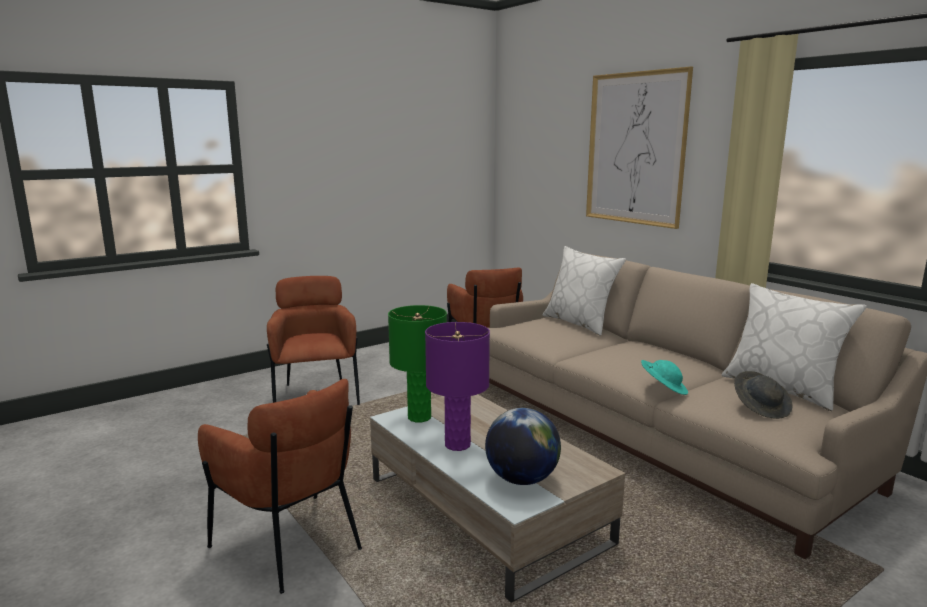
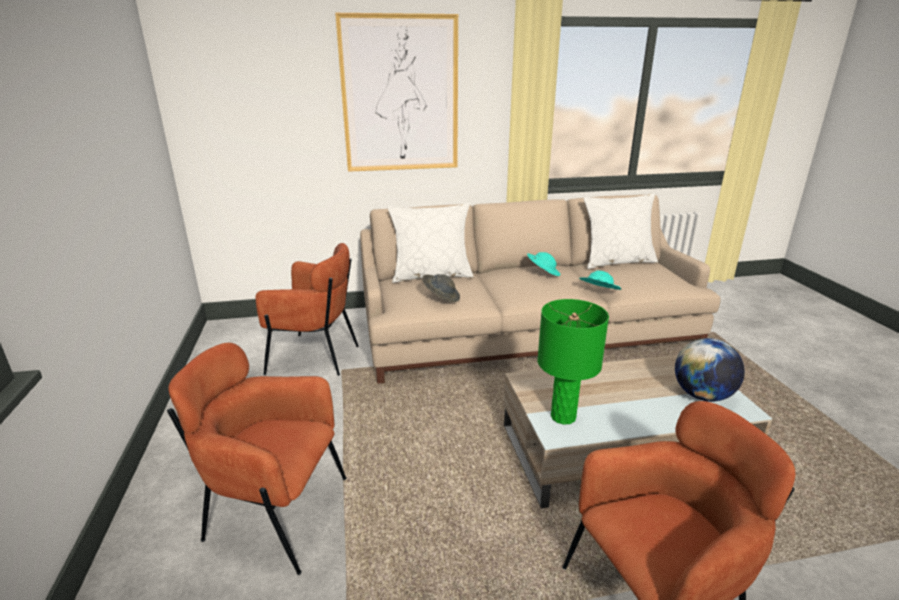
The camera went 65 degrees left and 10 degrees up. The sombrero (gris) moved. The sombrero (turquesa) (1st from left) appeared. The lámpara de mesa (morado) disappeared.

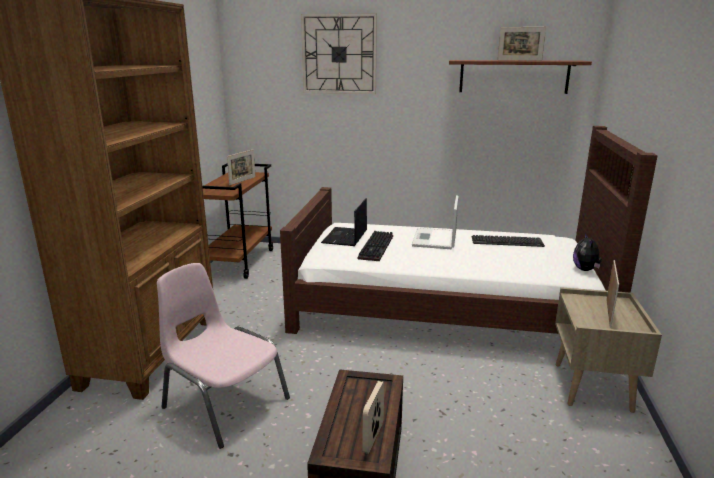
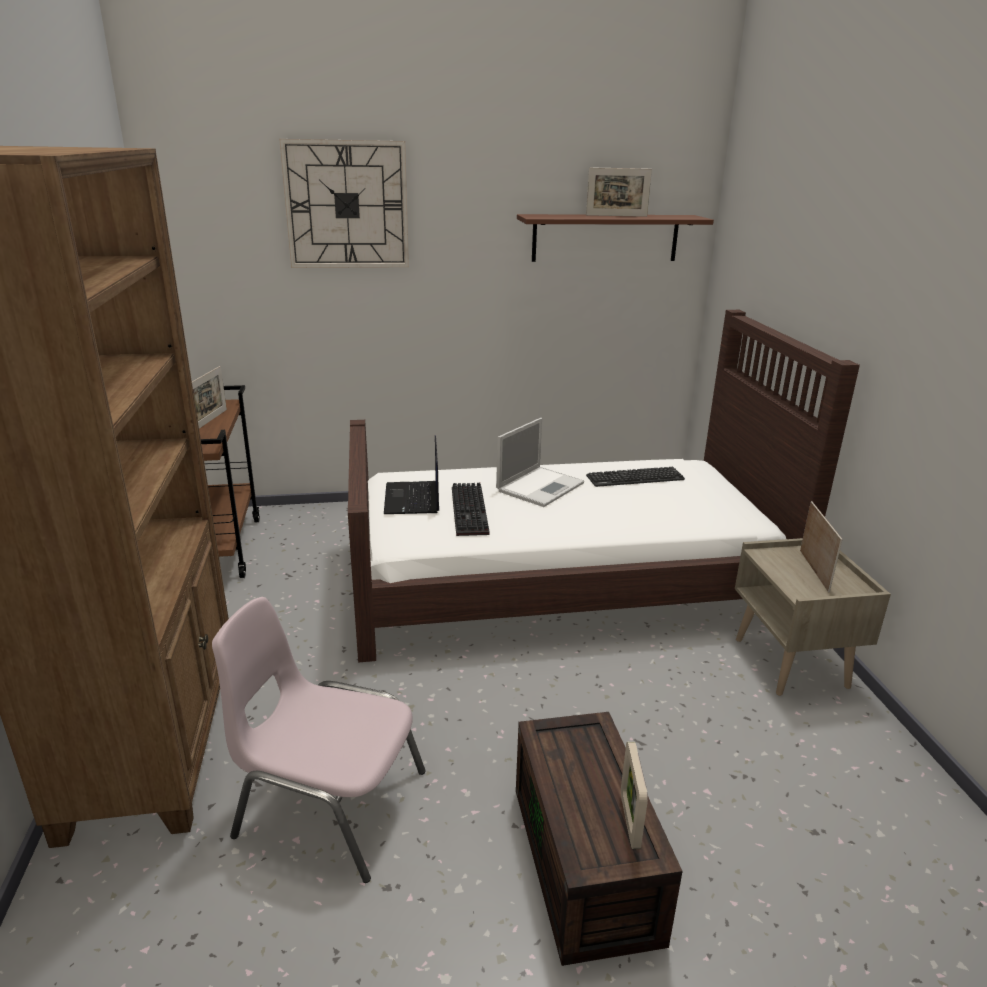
The camera went 20 degrees left and 5 degrees up. The portátil (2nd from left) turned 135 degrees counterclockwise. The peluche disappeared.

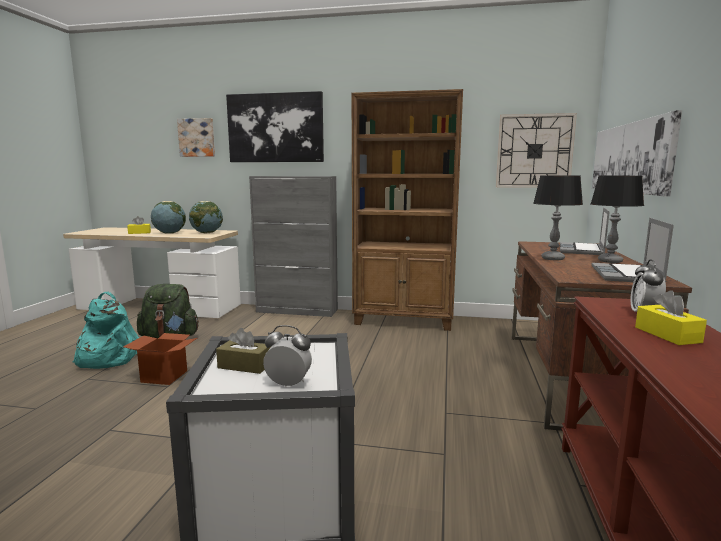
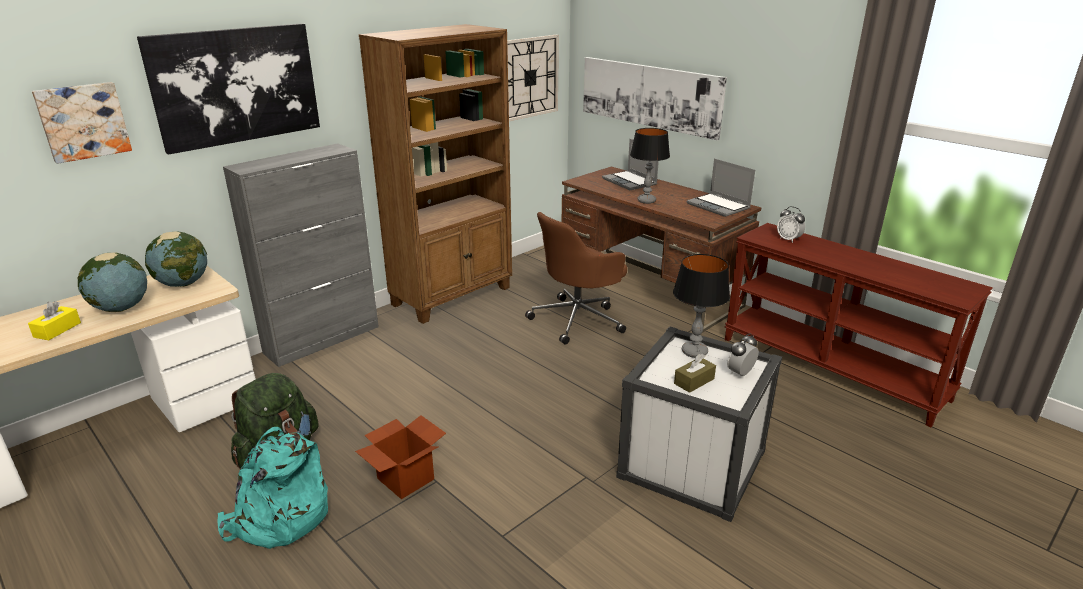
The camera went 55 degrees left and 15 degrees up. The silla de oficina (marrón) appeared. The lámpara de mesa (2nd from left) moved. The caja de pañuelos (amarillo) (2nd from left) disappeared.

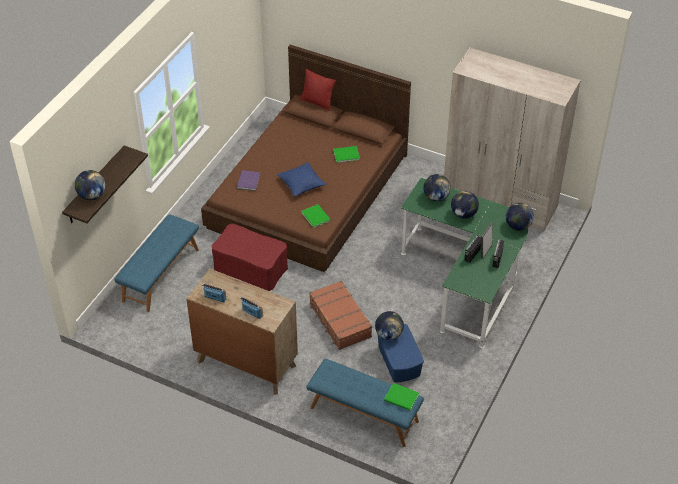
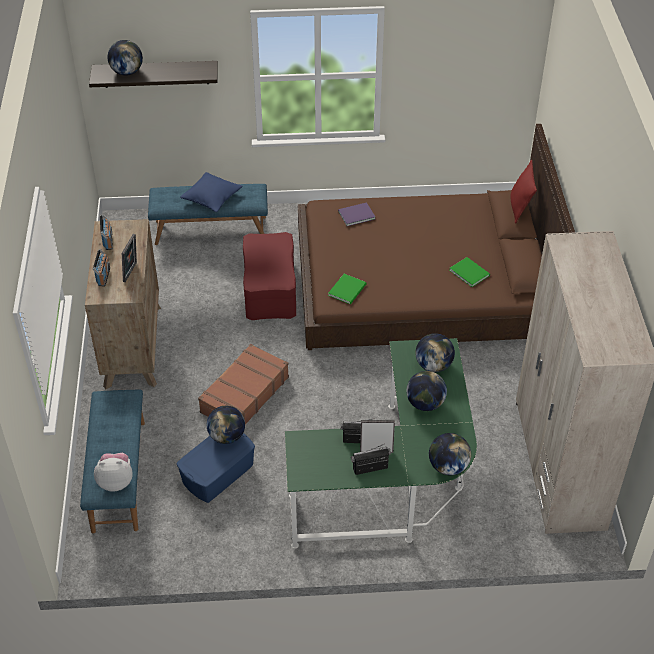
The camera went 60 degrees right and 0 degrees up. The libro (verde) (3rd from left) was replaced by the peluche. The portarretratos (1st from left) appeared. The cojín (azul) moved.

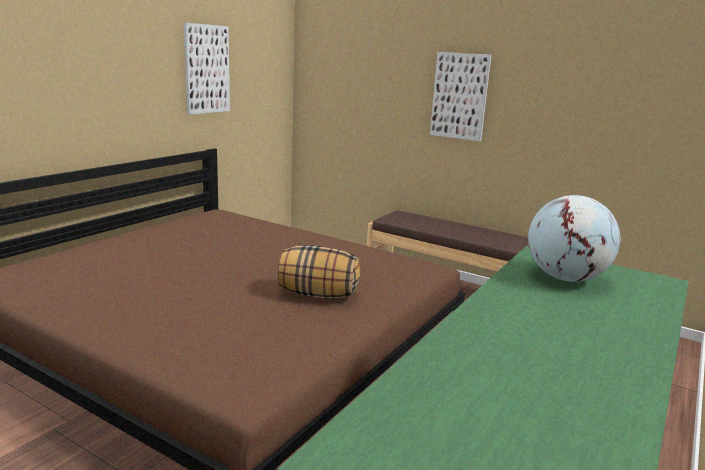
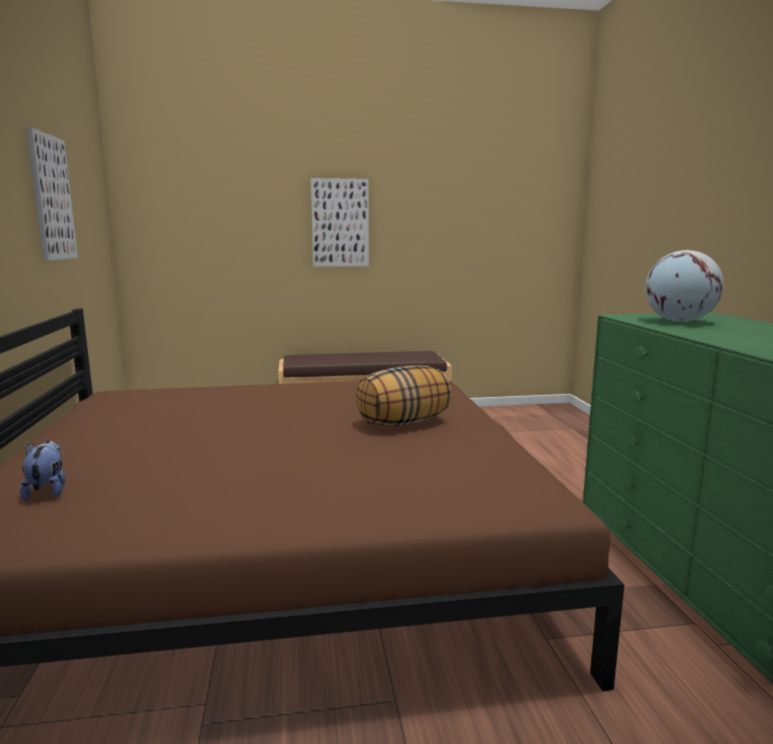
The camera went 40 degrees left and 5 degrees down. The peluche appeared.

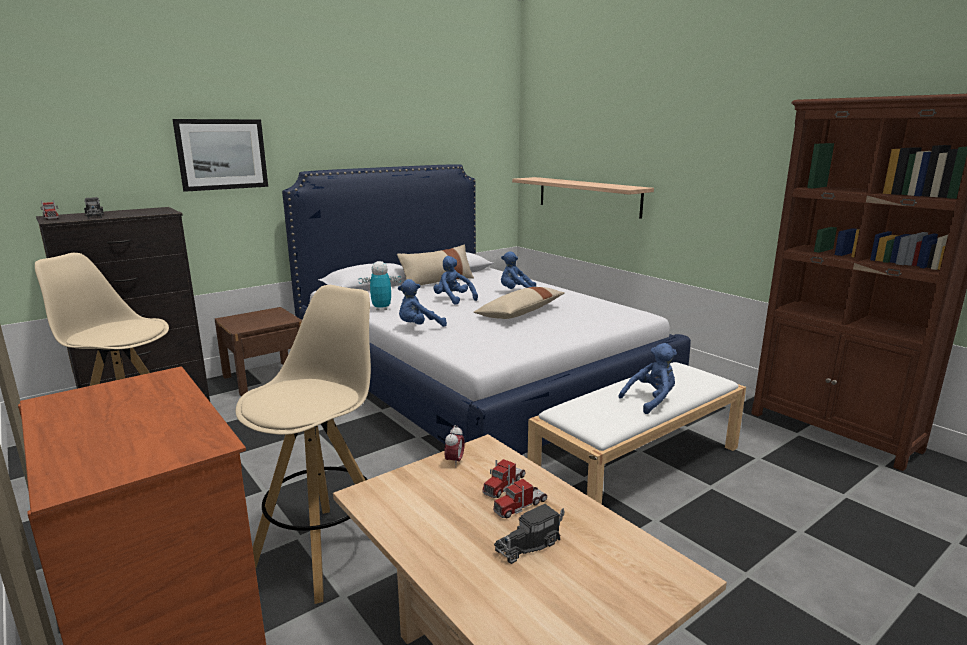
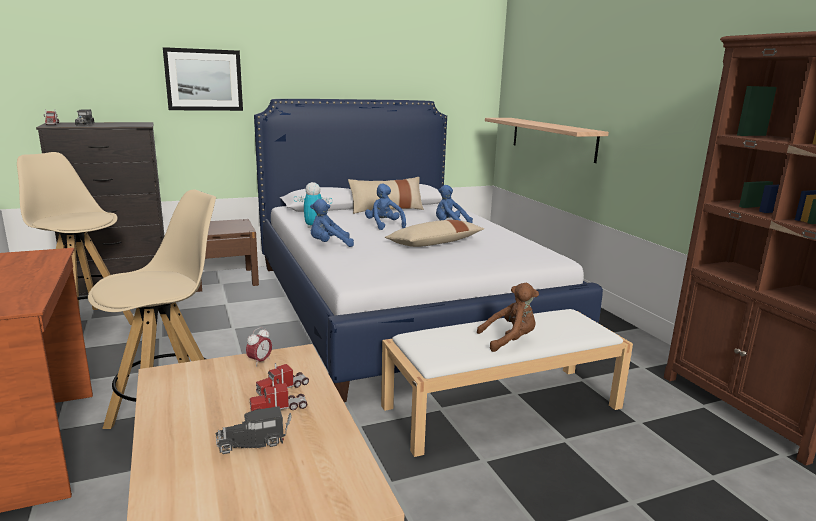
The camera went 15 degrees right and 0 degrees up. The peluche (azul) (4th from left) became the peluche (marrón).

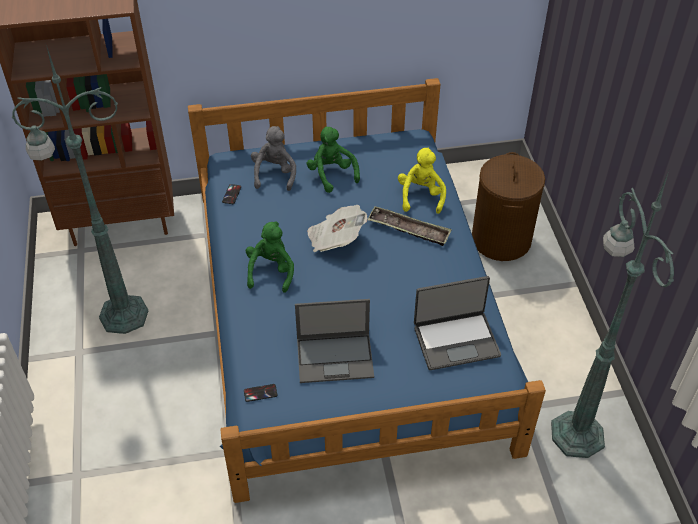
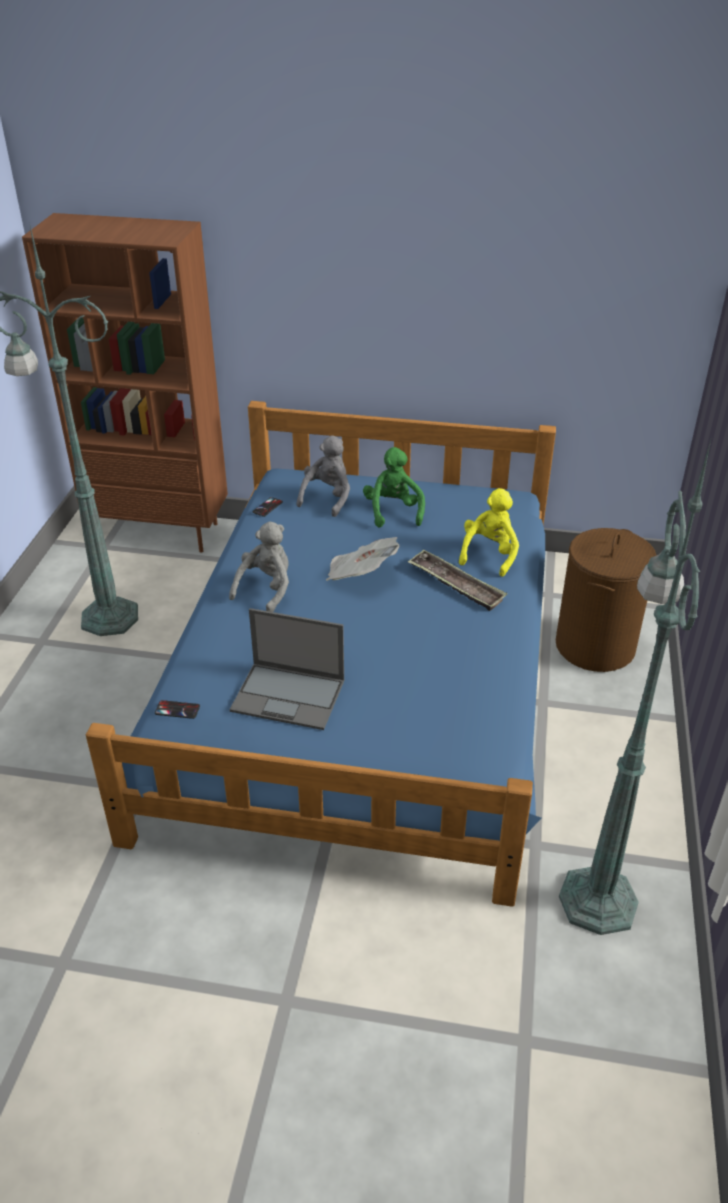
The camera went 20 degrees right and 10 degrees down. The peluche (verde) (1st from left) became the peluche (gris) (1st from left). The portátil (2nd from left) disappeared.

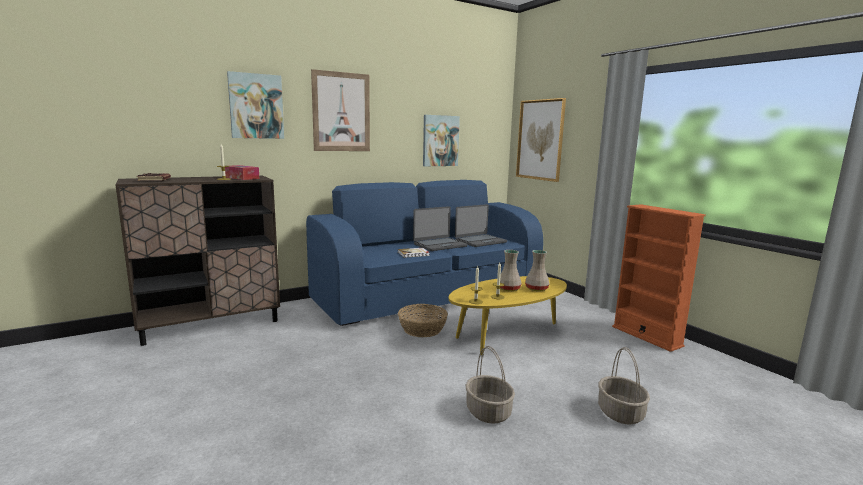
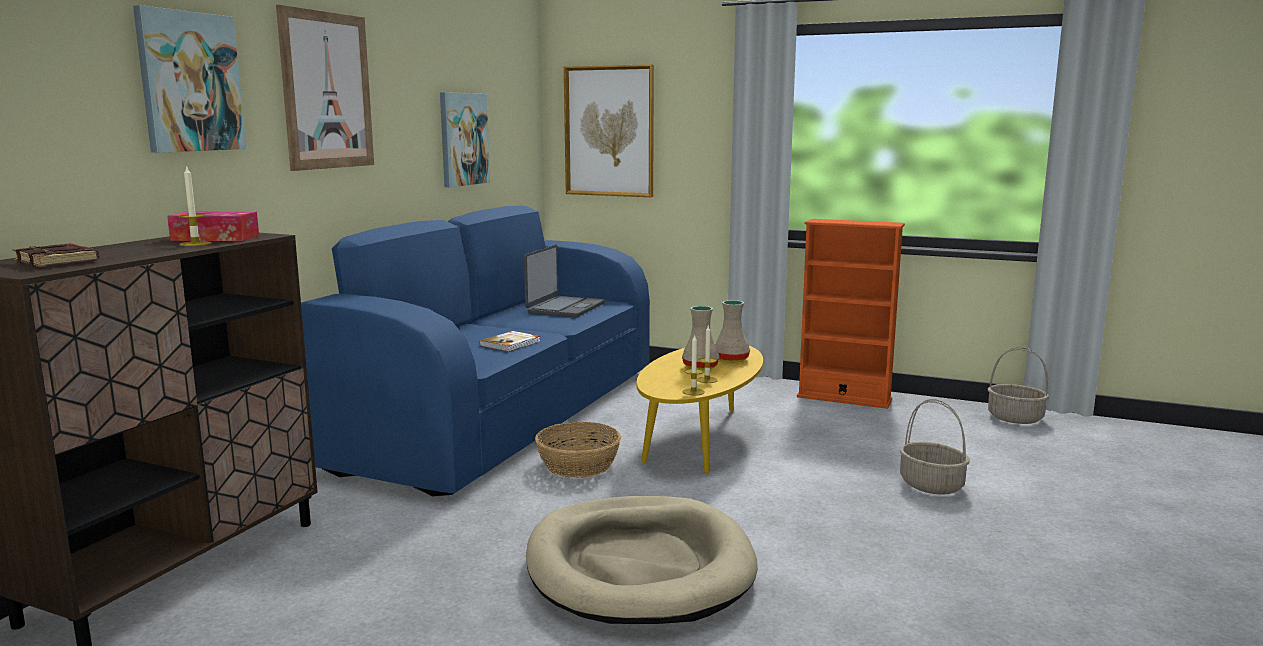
The camera went 35 degrees left and 0 degrees up. The cama para perro (beis) appeared. The cesta (2nd from left in the first image) moved. The portátil (1st from left) disappeared.

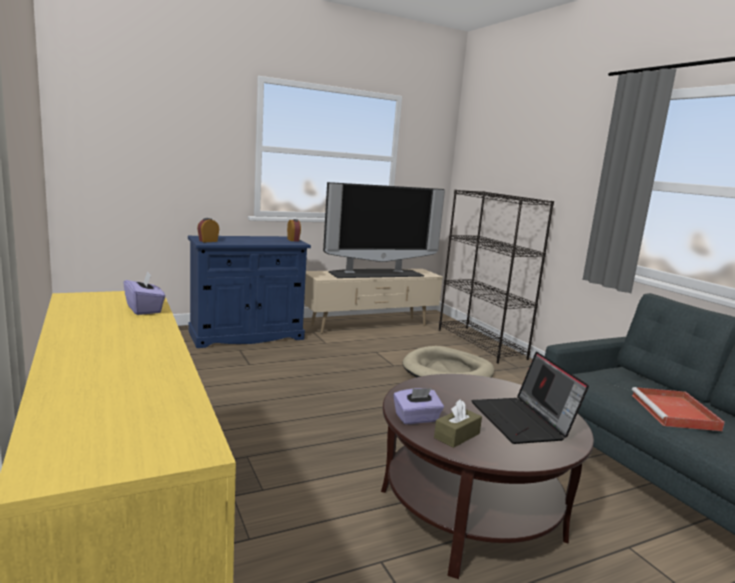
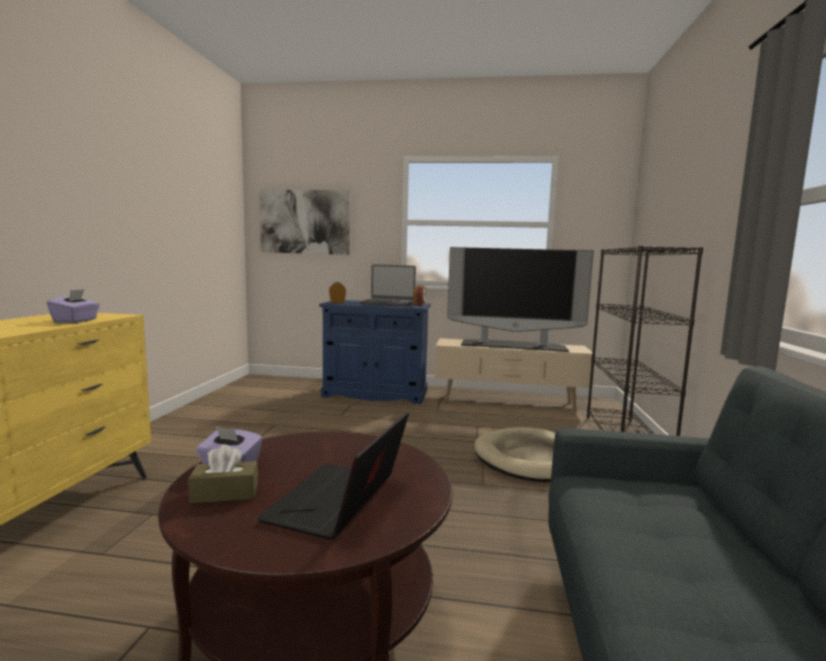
The camera went 35 degrees right and 5 degrees down. The cuadro appeared. The portátil (2nd from left) appeared. The bandeja (rojo) disappeared.

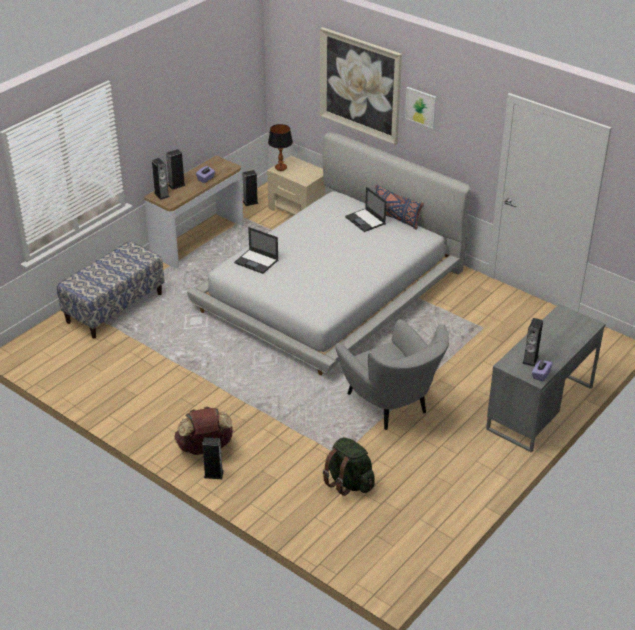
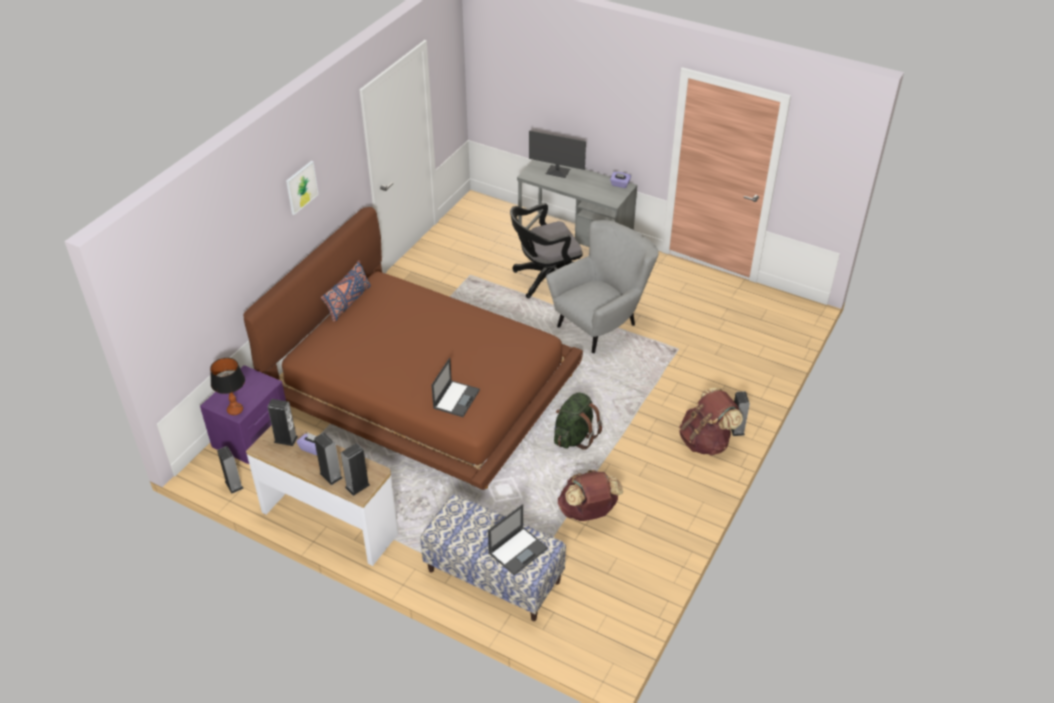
The camera went 100 degrees left and 5 degrees up. The mesita de noche (beis) became the mesita de noche (morado). The cama (blanco) became the cama (marrón). The altavoz (5th from left in the first image) moved. The portátil (2nd from left) moved. The silla de oficina (negro) appeared. The monitor appeared. The mochila (verde) moved. The mochila (marrón) (1st from left) appeared. The cuadro (1st from left) disappeared.

